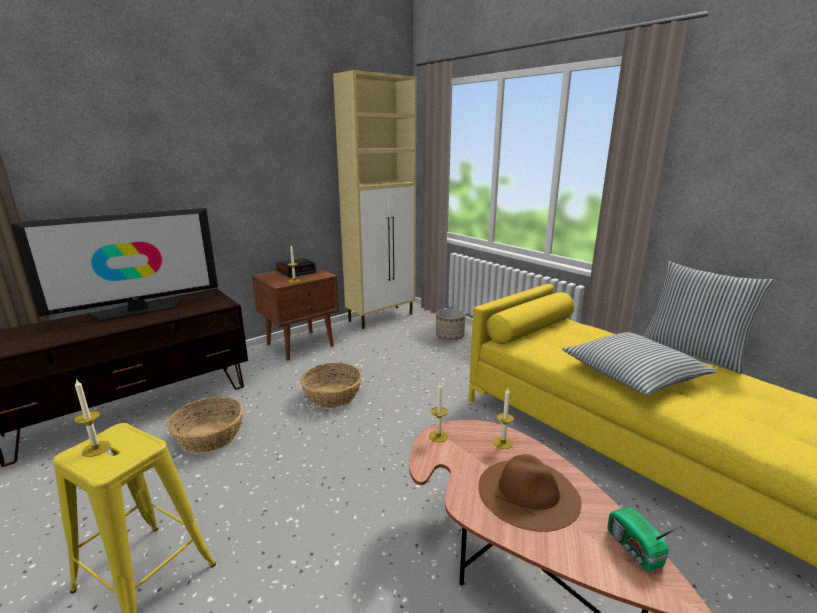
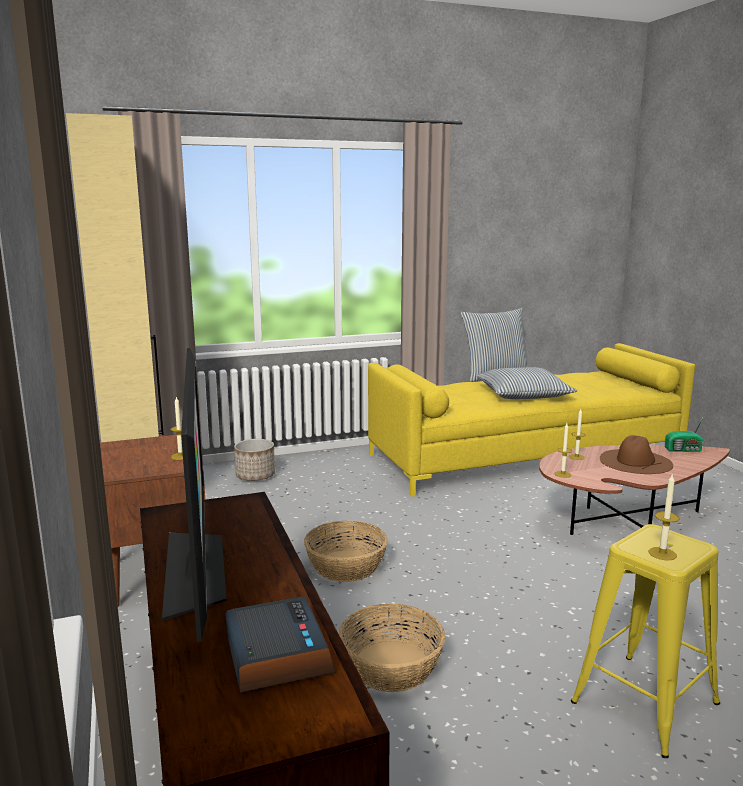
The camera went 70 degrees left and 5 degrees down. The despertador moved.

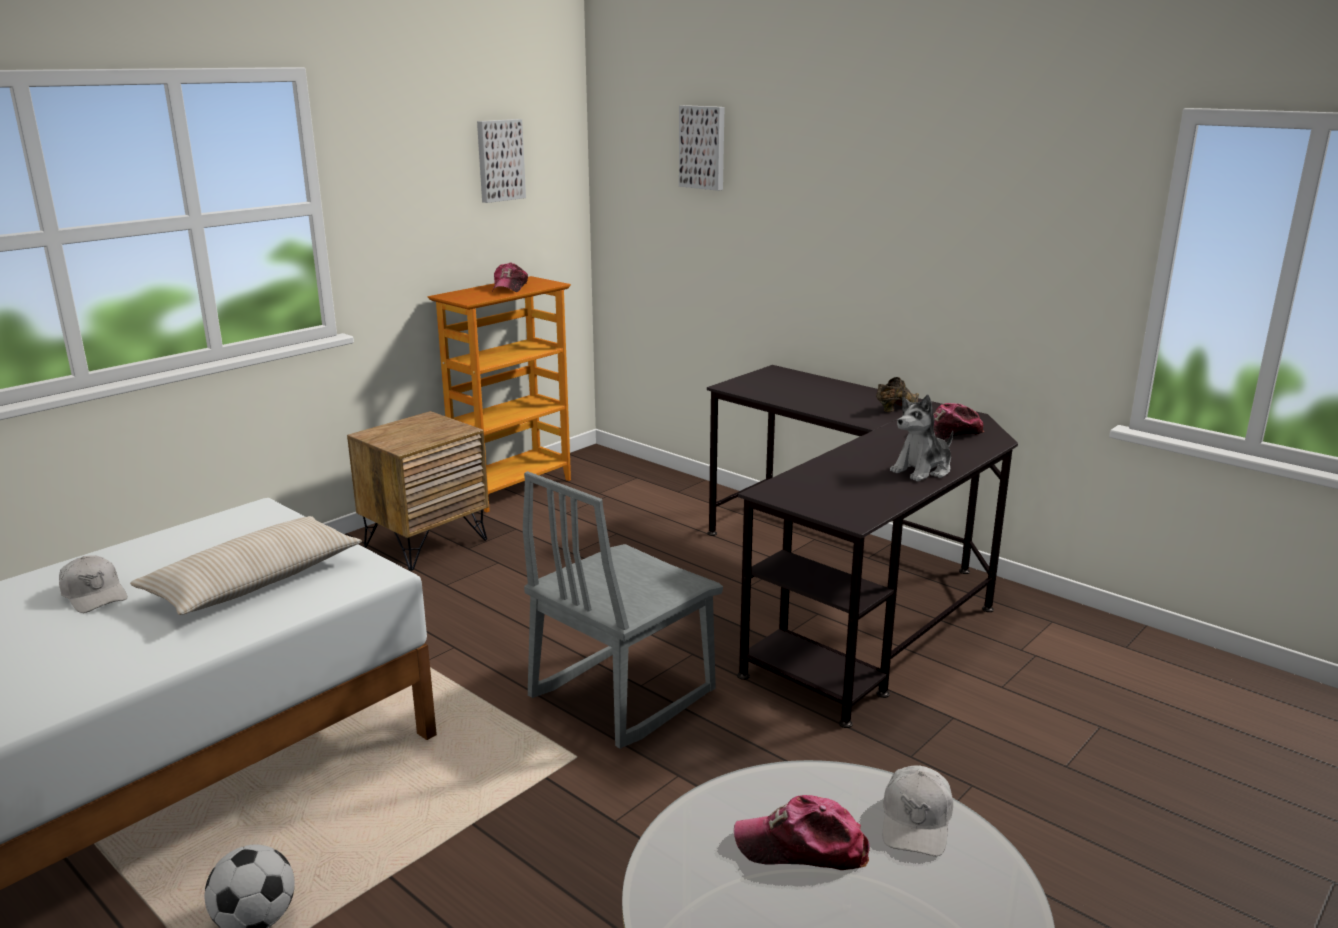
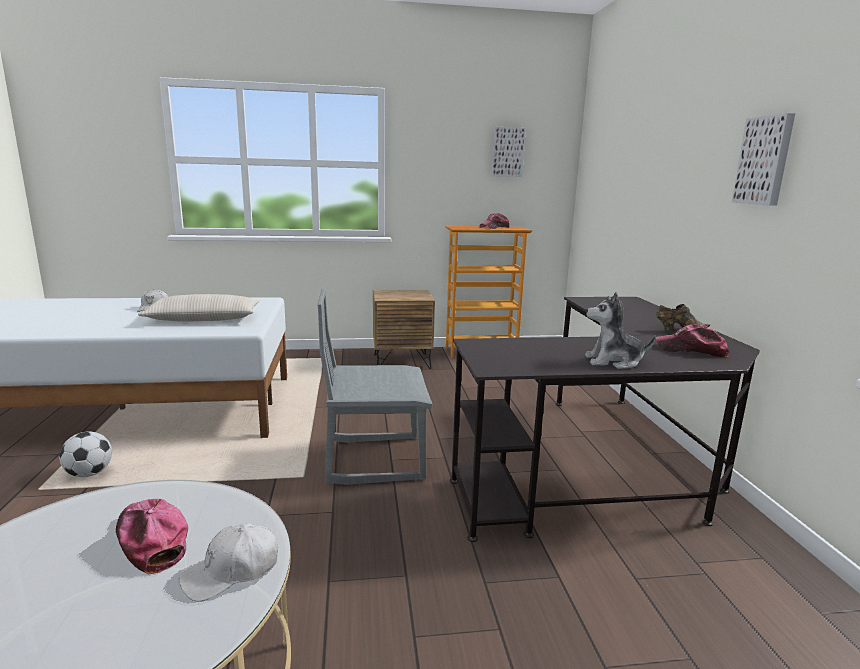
The camera went 40 degrees right and 5 degrees down. The cuadro (2nd from left) moved.

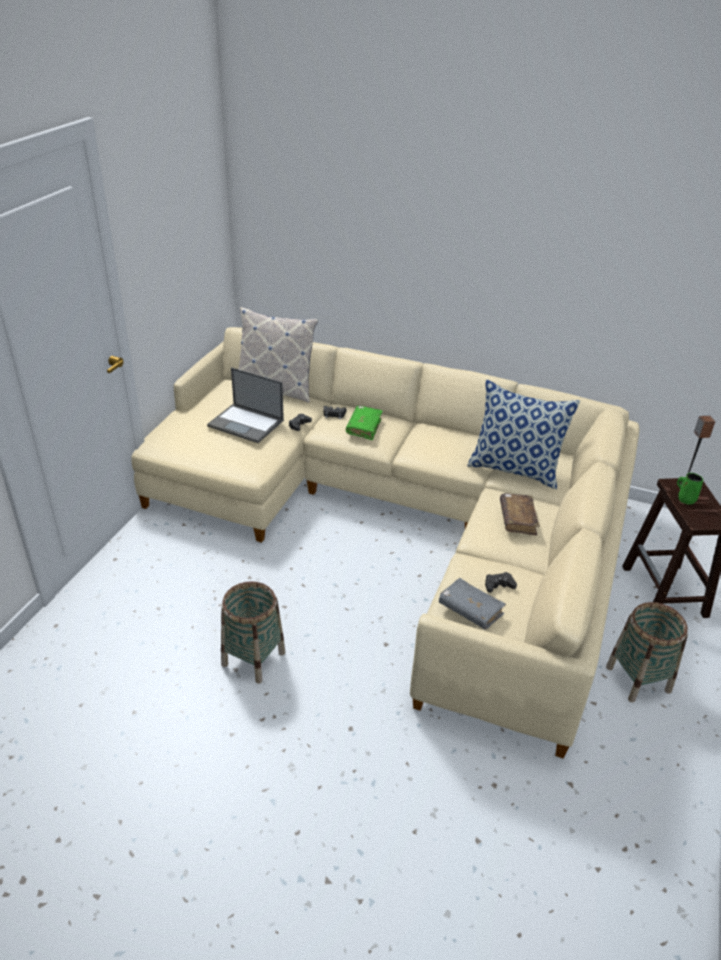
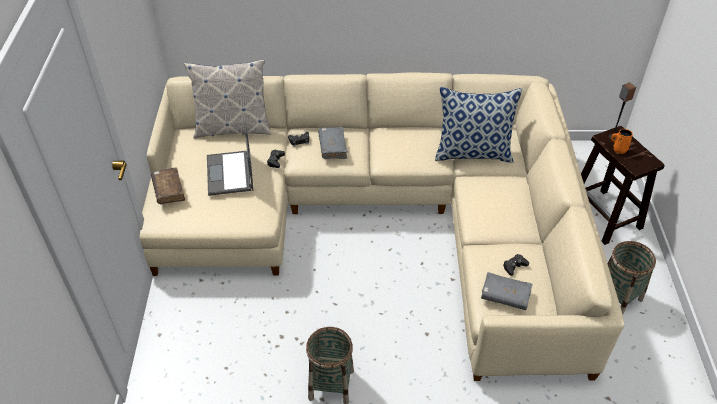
The camera went 20 degrees left and 10 degrees up. The libro (marrón) moved. The portátil turned 75 degrees clockwise. The libro (verde) became the libro (gris) (1st from left). The taza grande (verde) became the taza grande (naranja).

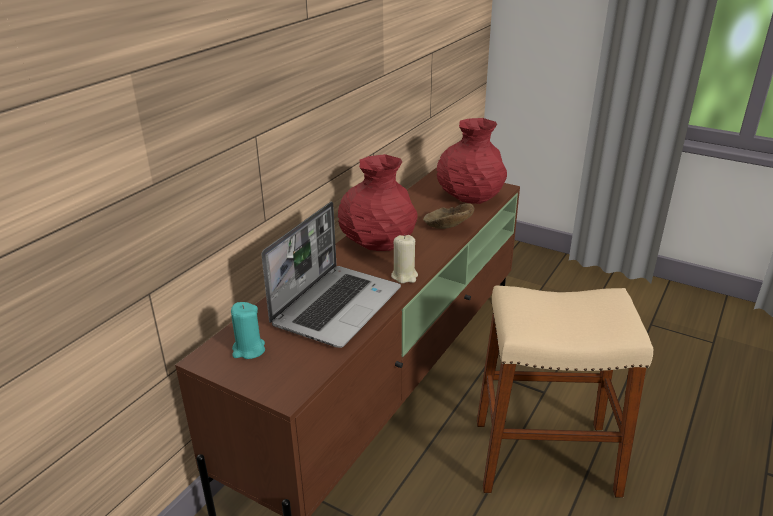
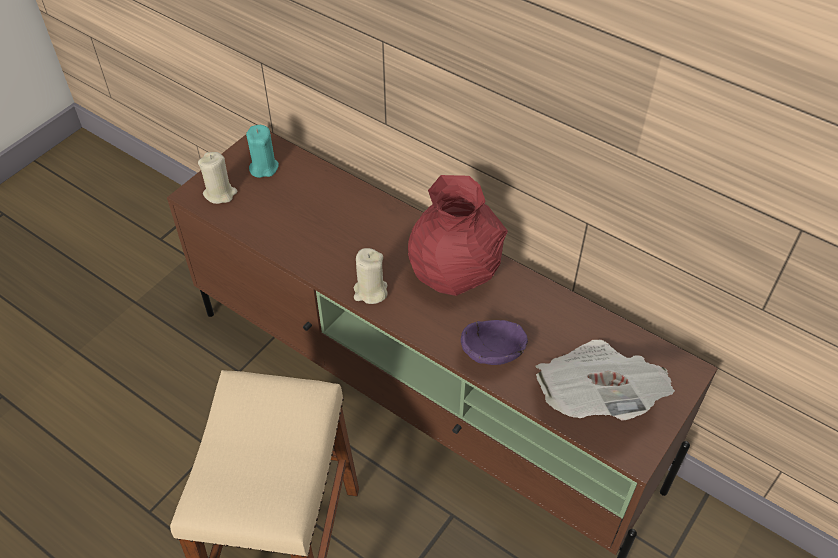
The camera went 95 degrees right and 20 degrees up. The vela (beis) (1st from left) appeared. The cuenco (marrón) became the cuenco (morado). The florero (rojo) (2nd from left) was replaced by the periódico. The portátil disappeared.

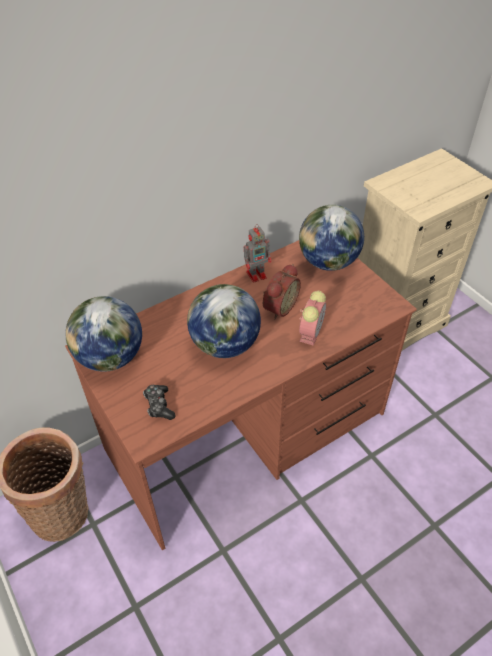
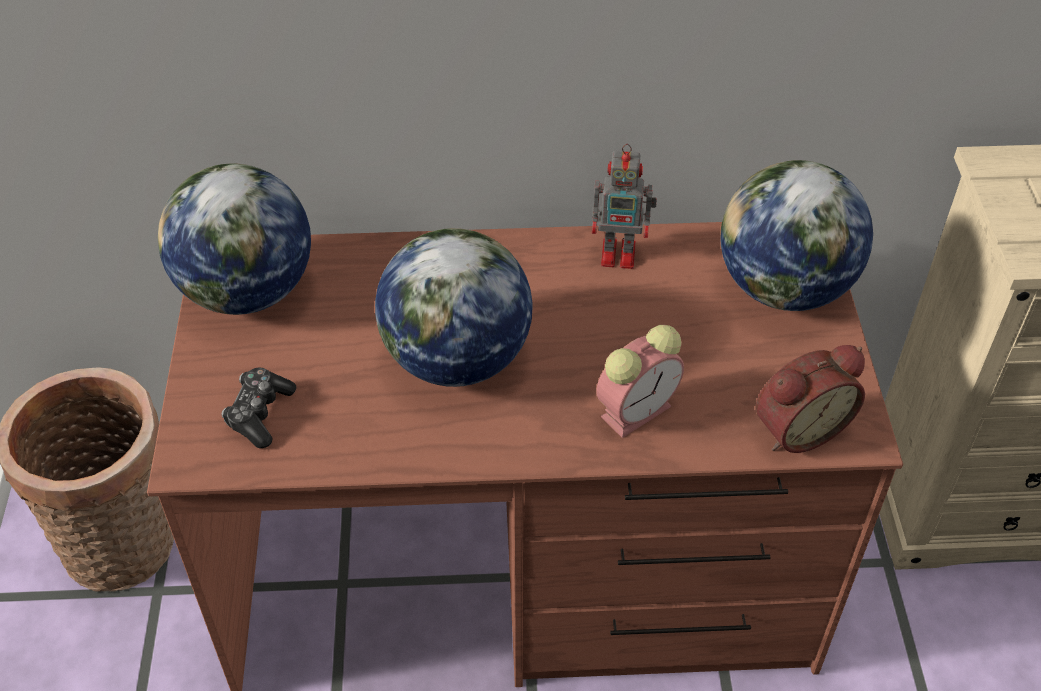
The camera went 30 degrees right and 0 degrees up. The despertador (1st from left in the first image) moved.

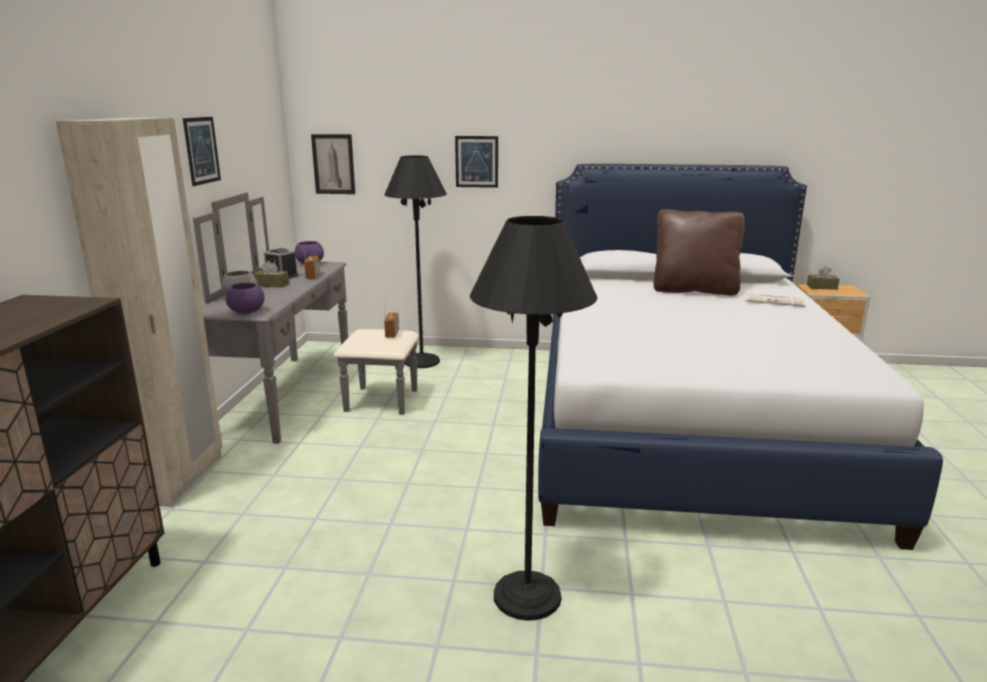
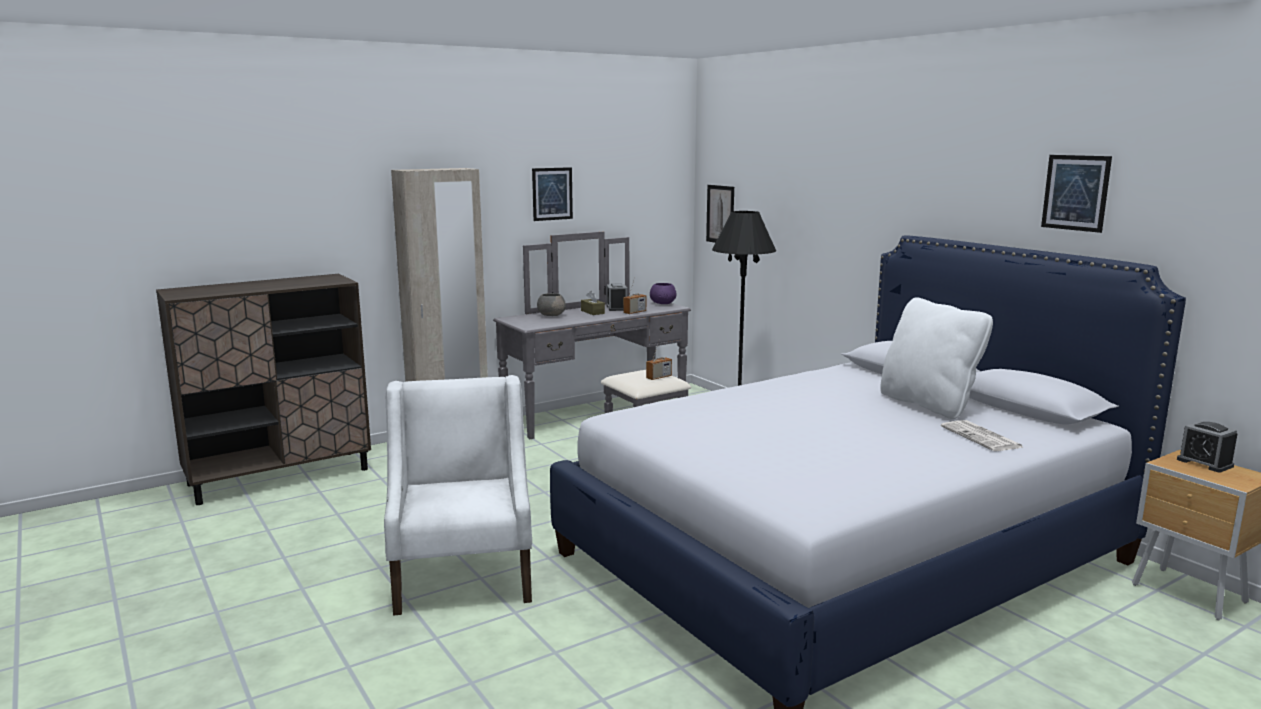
The camera went 50 degrees right and 5 degrees down. The lámpara de pie (negro) (2nd from left) was replaced by the sillón (blanco). The cojín (marrón) became the cojín (blanco). The cuadro (3rd from left) moved. The caja de pañuelos (marrón) (2nd from left) was replaced by the despertador (2nd from left). The cuenco (morado) (1st from left) disappeared.

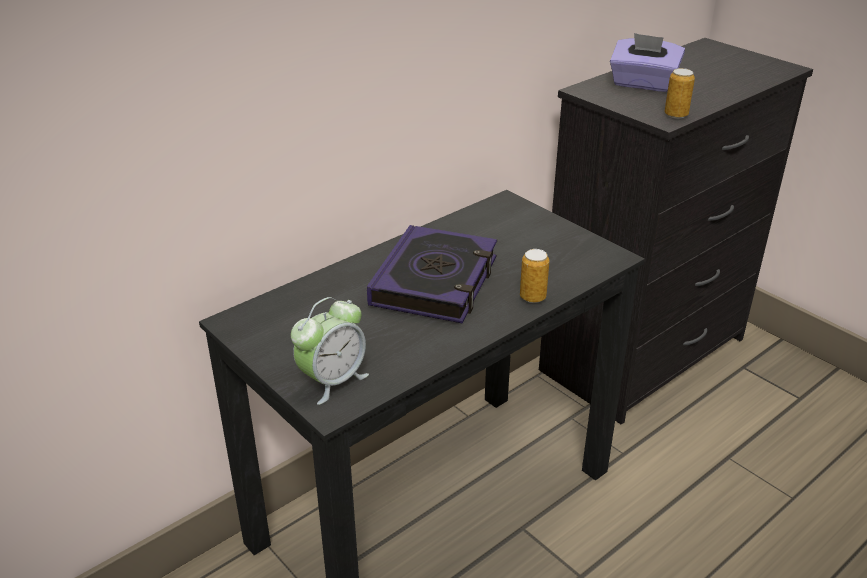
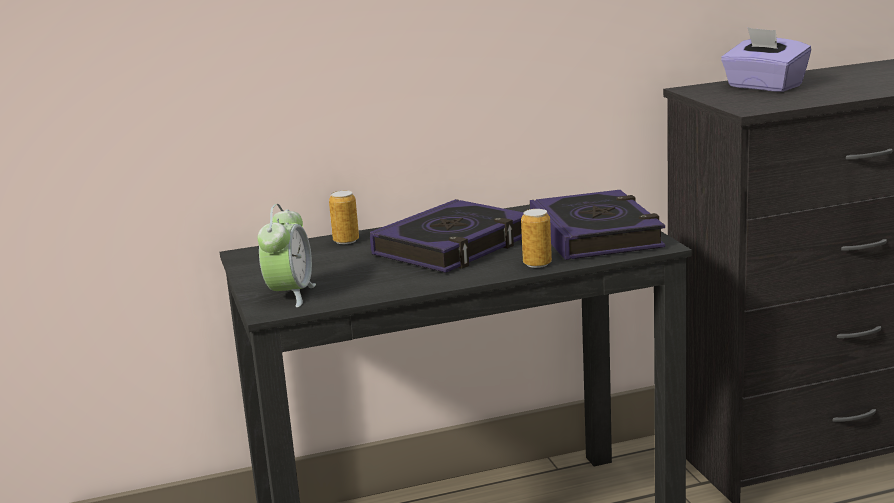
The camera went 25 degrees right and 15 degrees down. The despertador turned 60 degrees counterclockwise. The lata (2nd from left in the first image) moved. The libro (2nd from left) appeared.

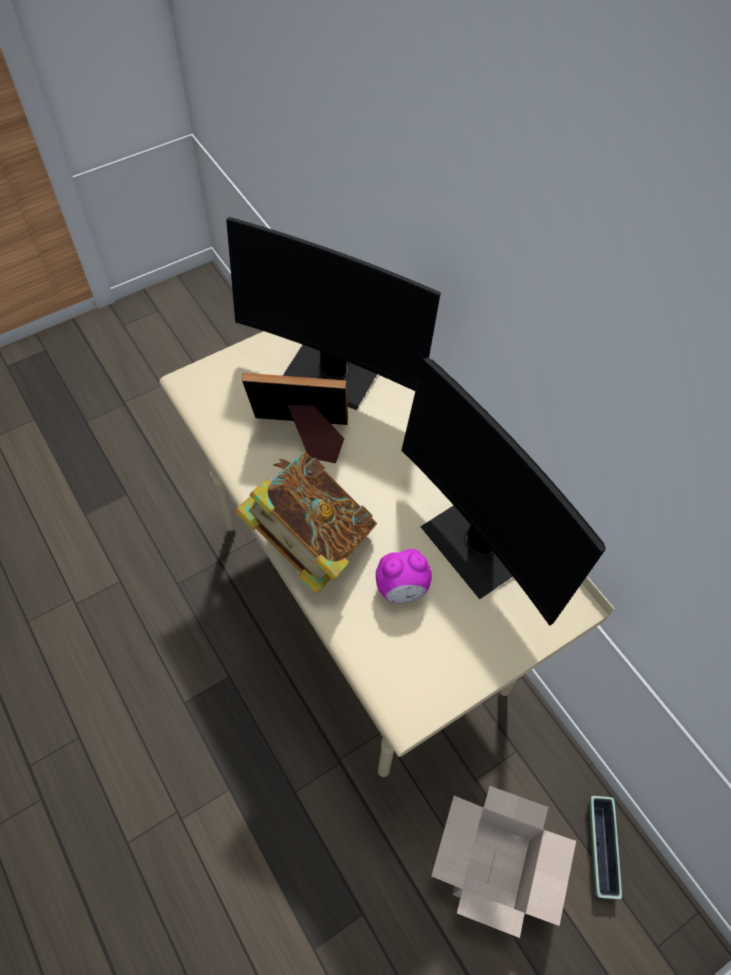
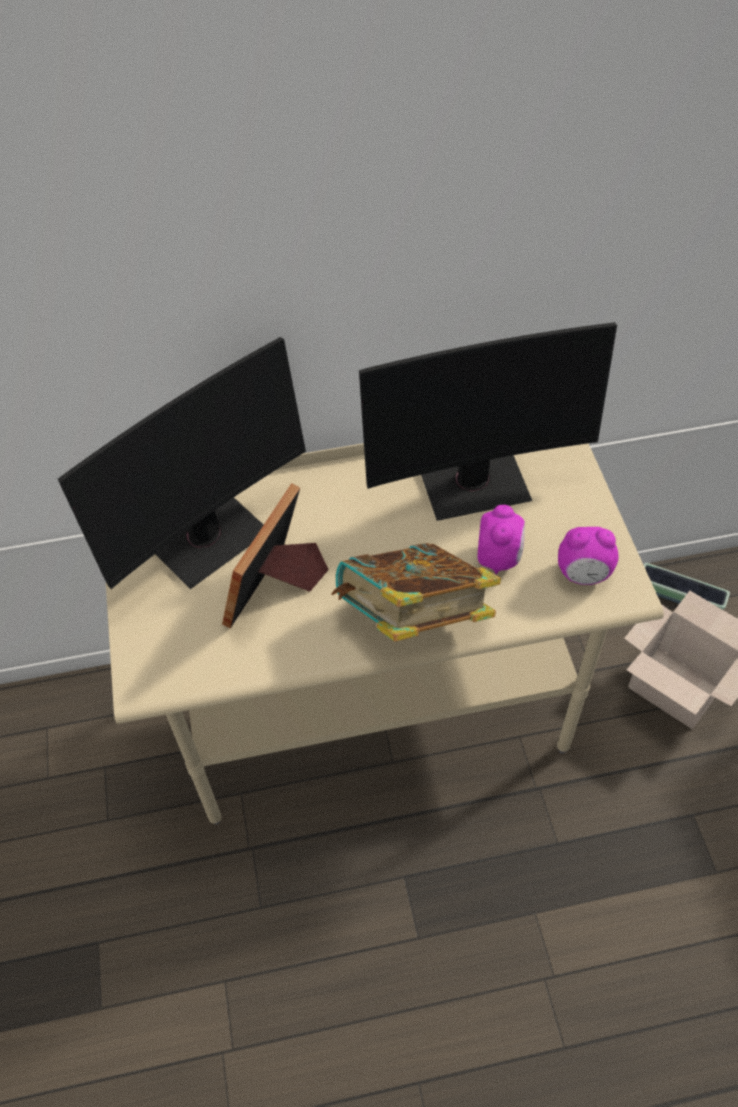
The camera went 65 degrees left and 5 degrees down. The despertador (2nd from left) appeared.

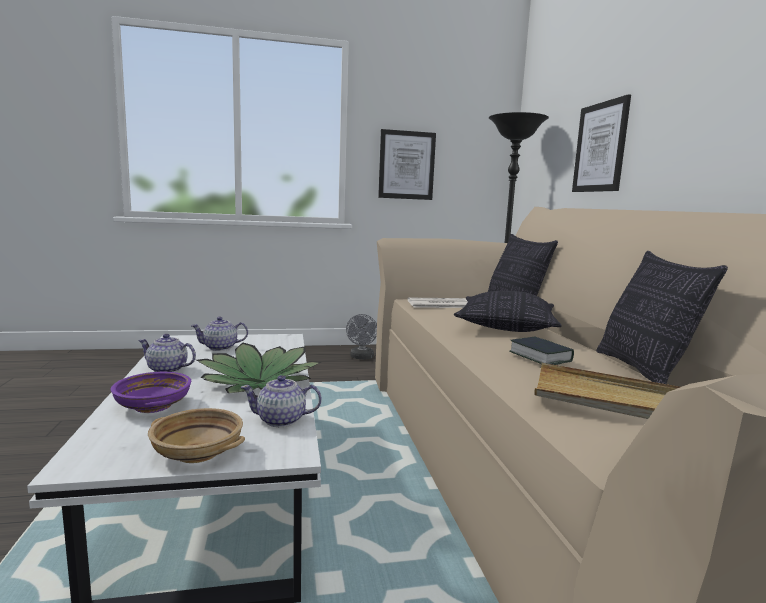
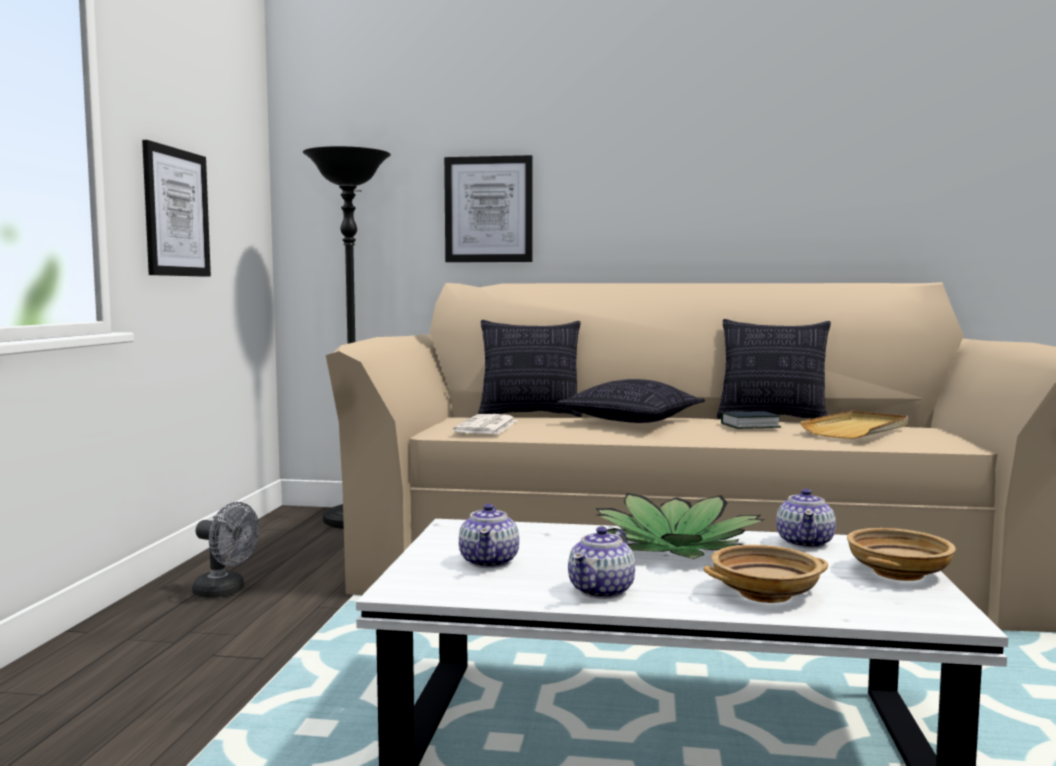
The camera went 70 degrees left and 5 degrees down. The cuenco (morado) became the cuenco (beis) (1st from left).

